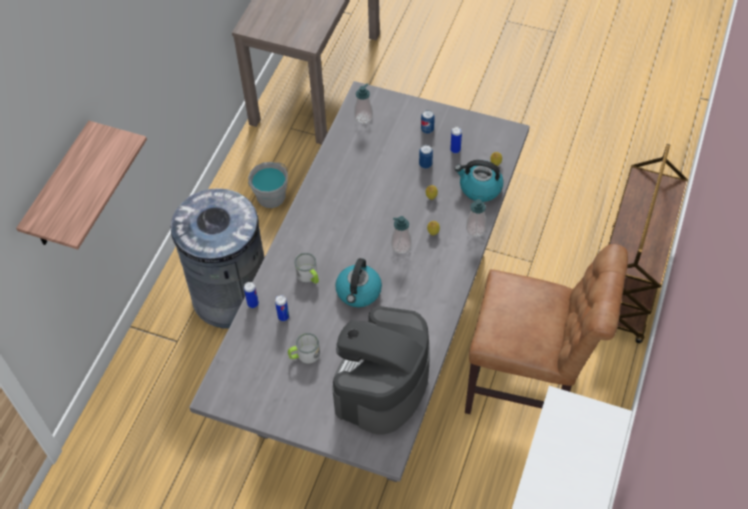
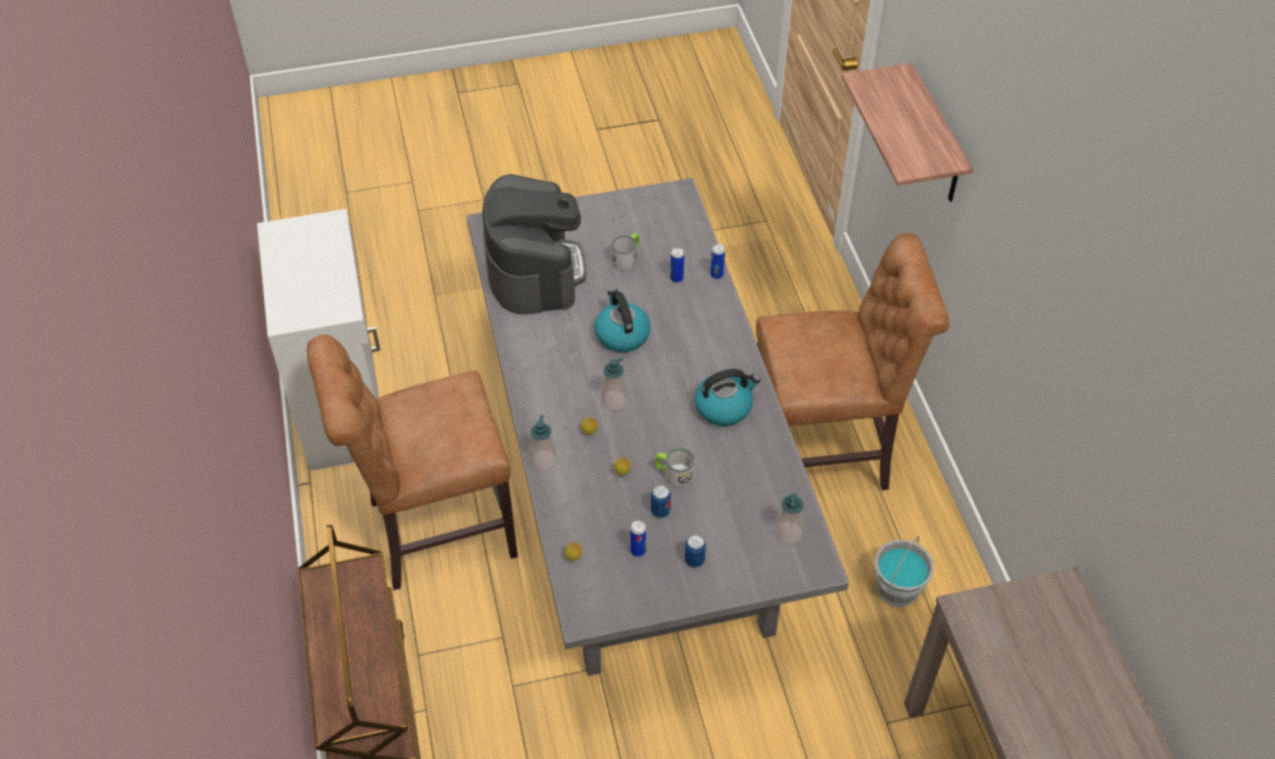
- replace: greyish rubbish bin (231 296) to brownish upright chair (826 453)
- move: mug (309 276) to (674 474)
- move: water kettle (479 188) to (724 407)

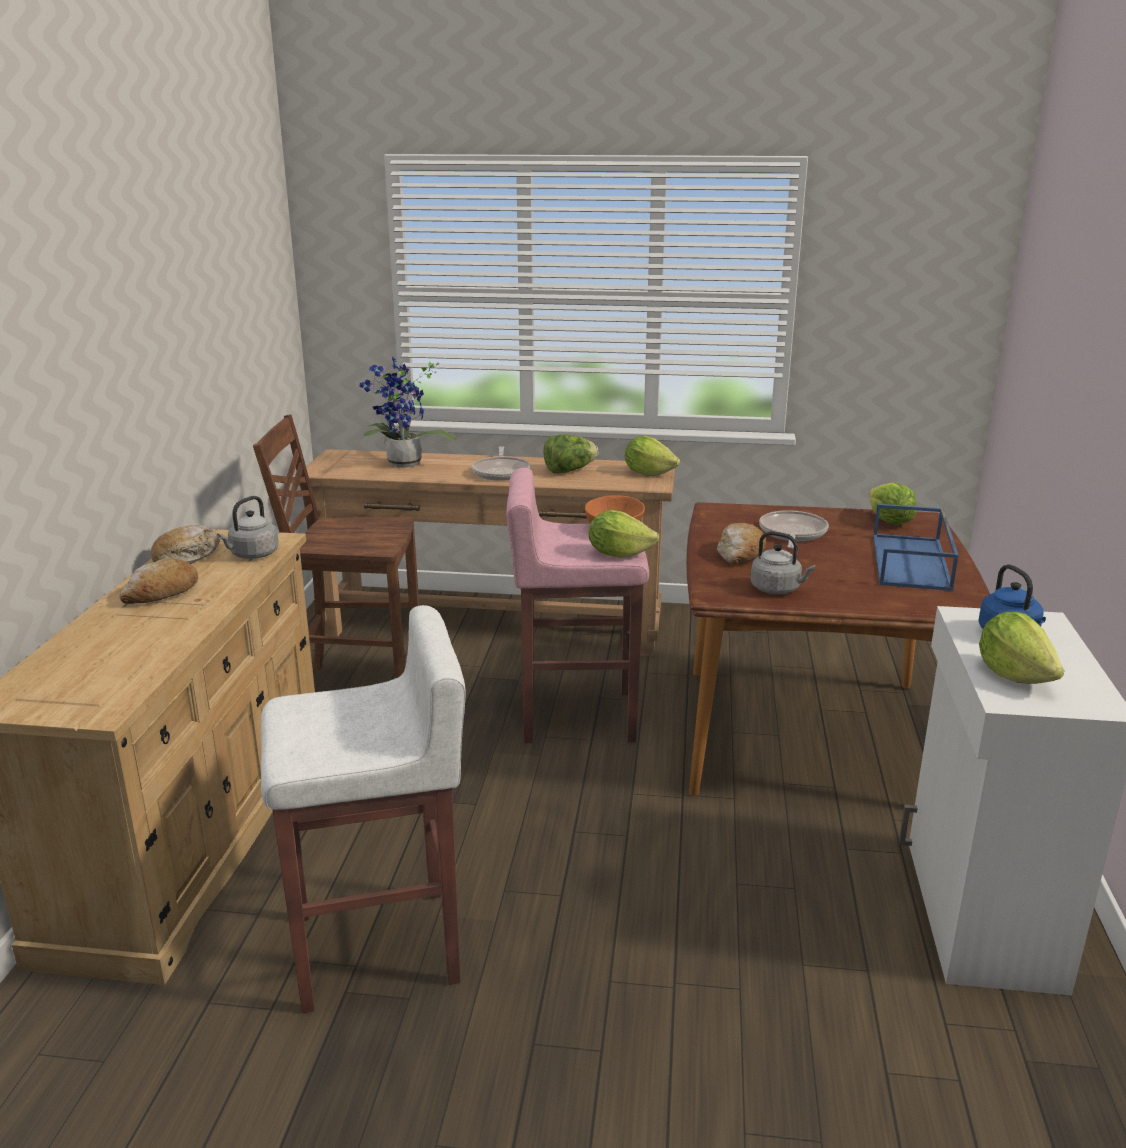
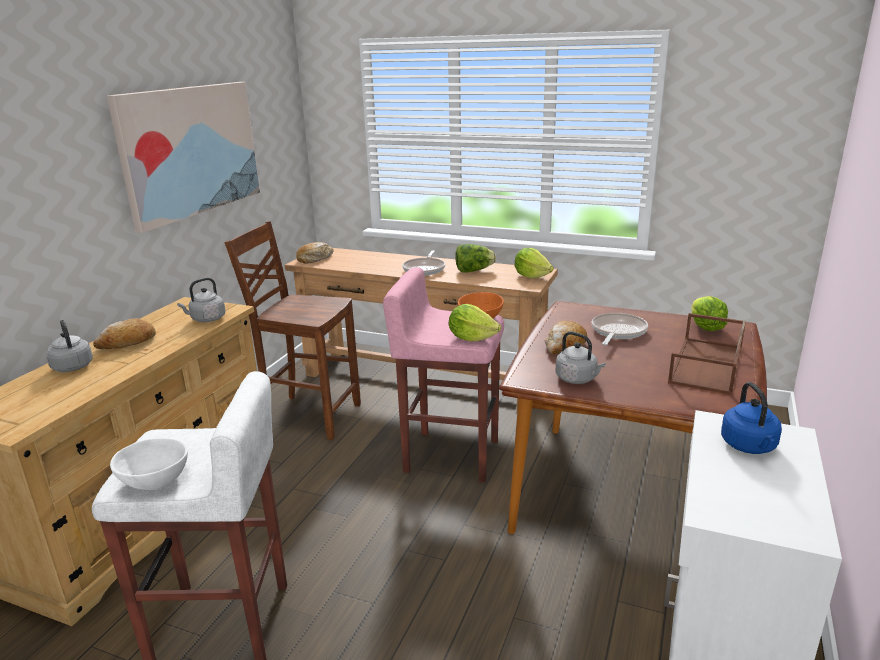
- move: bread (187 557) to (315 258)
- delete: plant in a pot (403 465)
- recolor: blue tray (912 562) to brownish tray (707 365)
- delete: lettuce (1014 675)
- insert: greyish water kettle (72 366)
- insert: wall art (190 151)
- insert: white bowl (154 480)

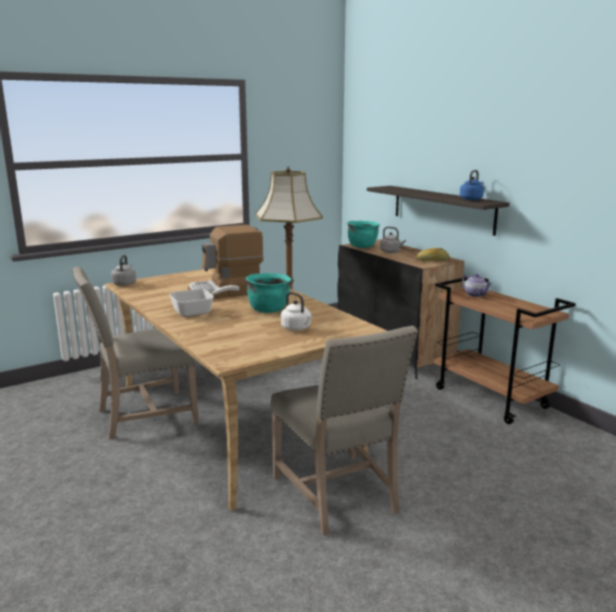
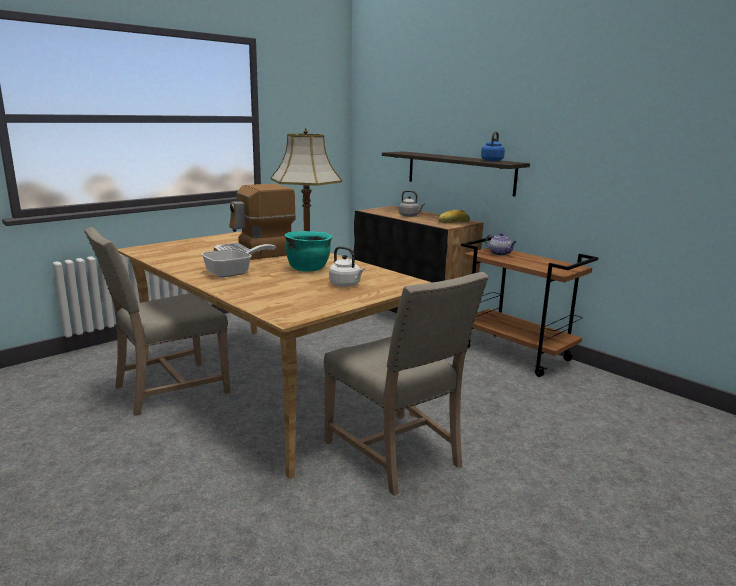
- delete: greyish water kettle (125 283)
- delete: turquoise cooking pot (362 246)

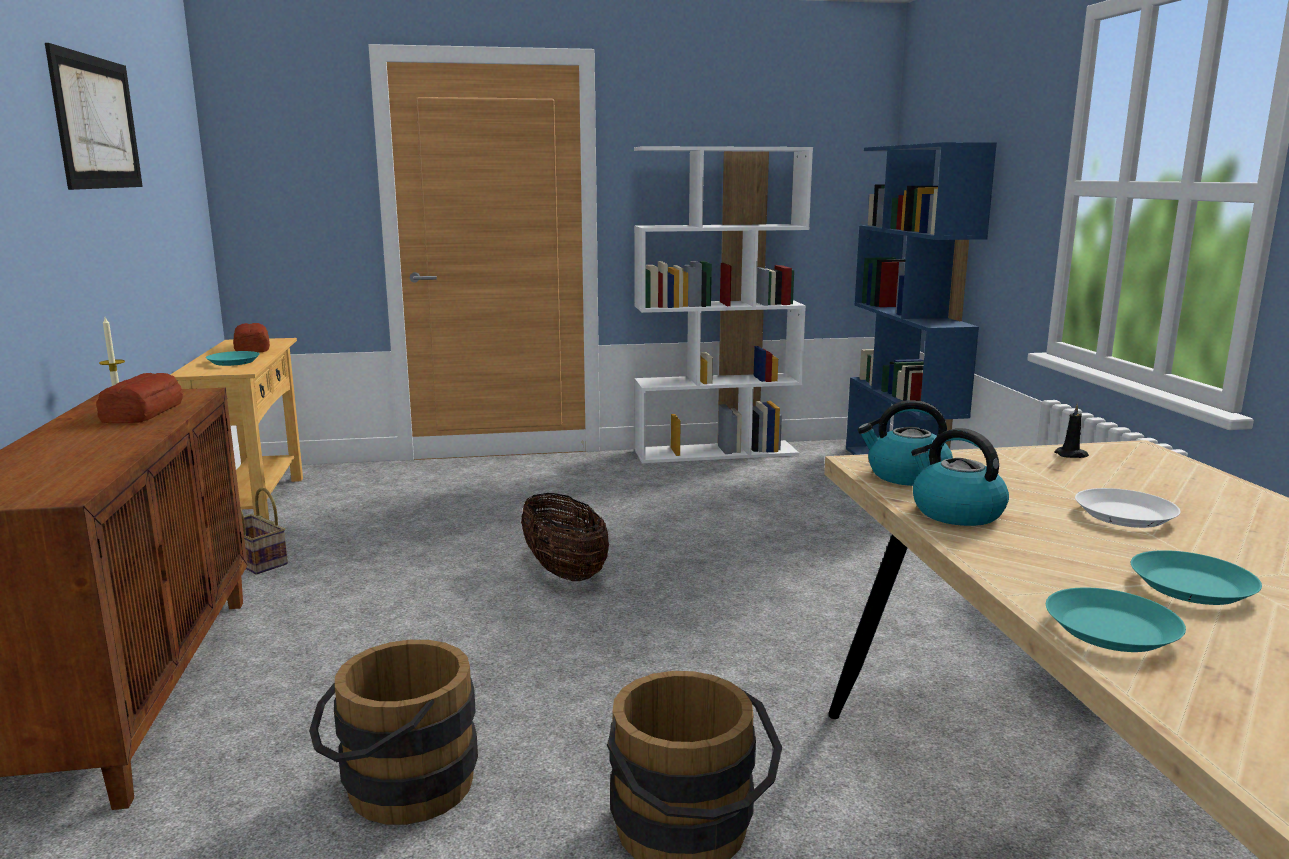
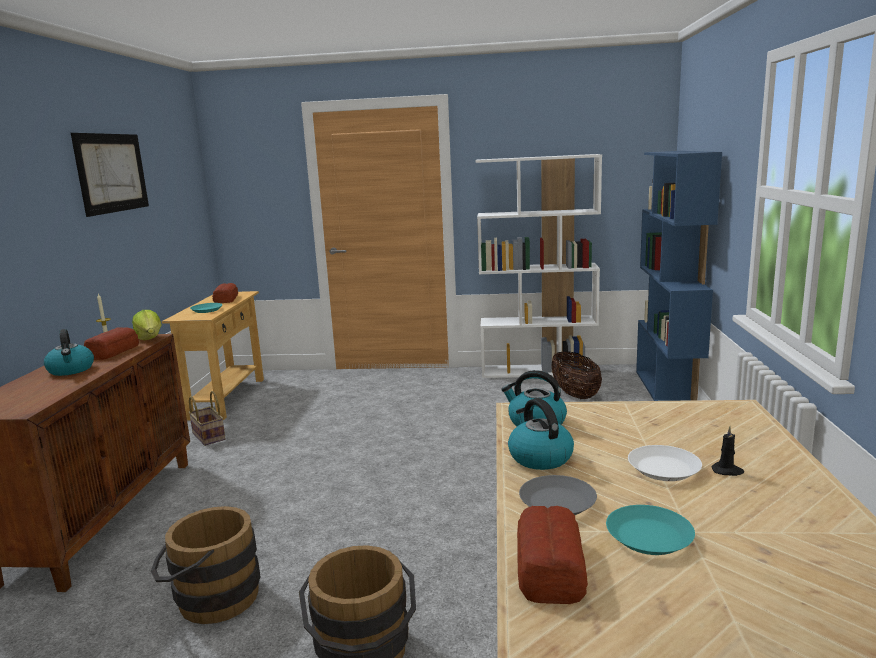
- move: storage basket (564 572) to (575 395)
- replace: turquoise plate (1111 630) to bread (549 568)
- move: blackish wax light (1072 455) to (727 471)
- insert: water kettle (71 370)
- insert: lettuce (149 338)
- insert: greyish plate (556 503)

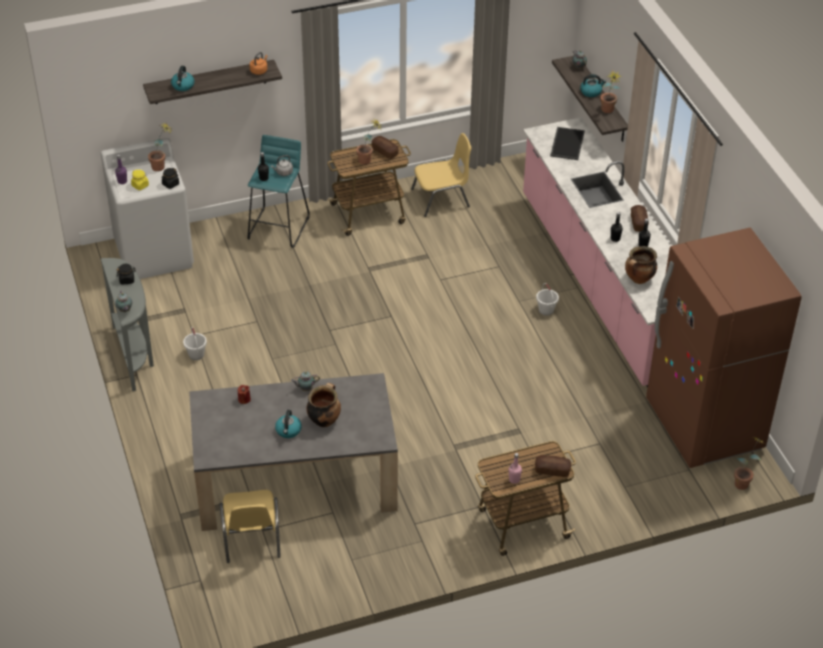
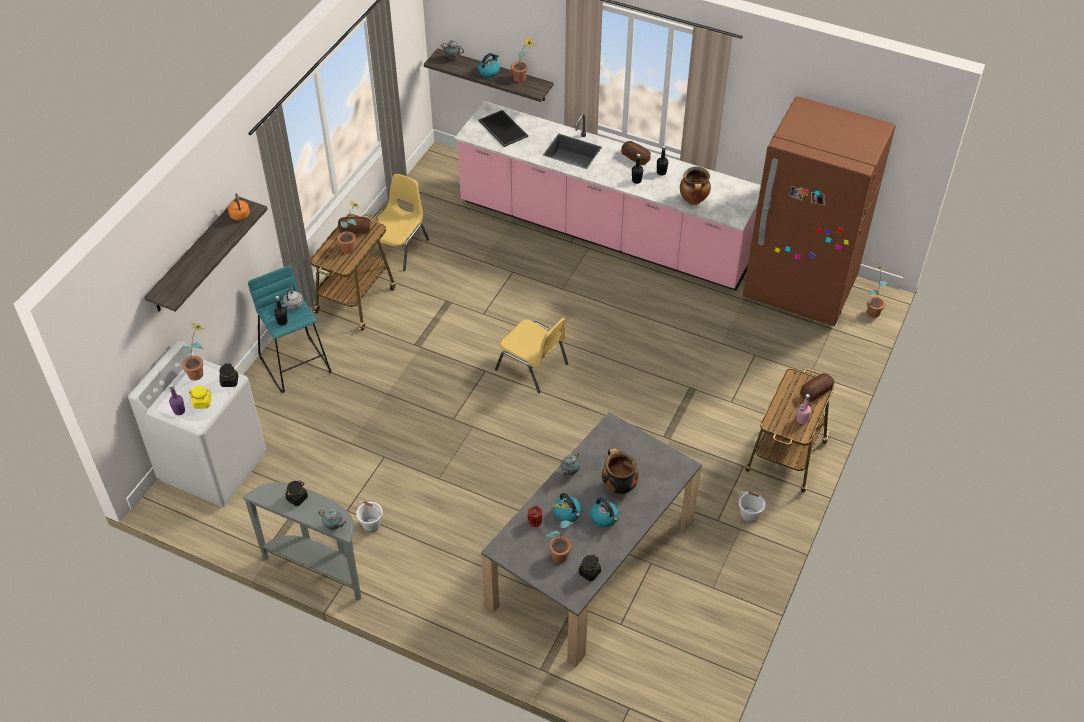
- move: water kettle (183 86) to (568 513)
- move: yellowish upright chair (251 538) to (533 367)
- move: white pail (546 310) to (749 515)
- insert: plant in a pot (560 551)
- insert: blackish jar (589 573)

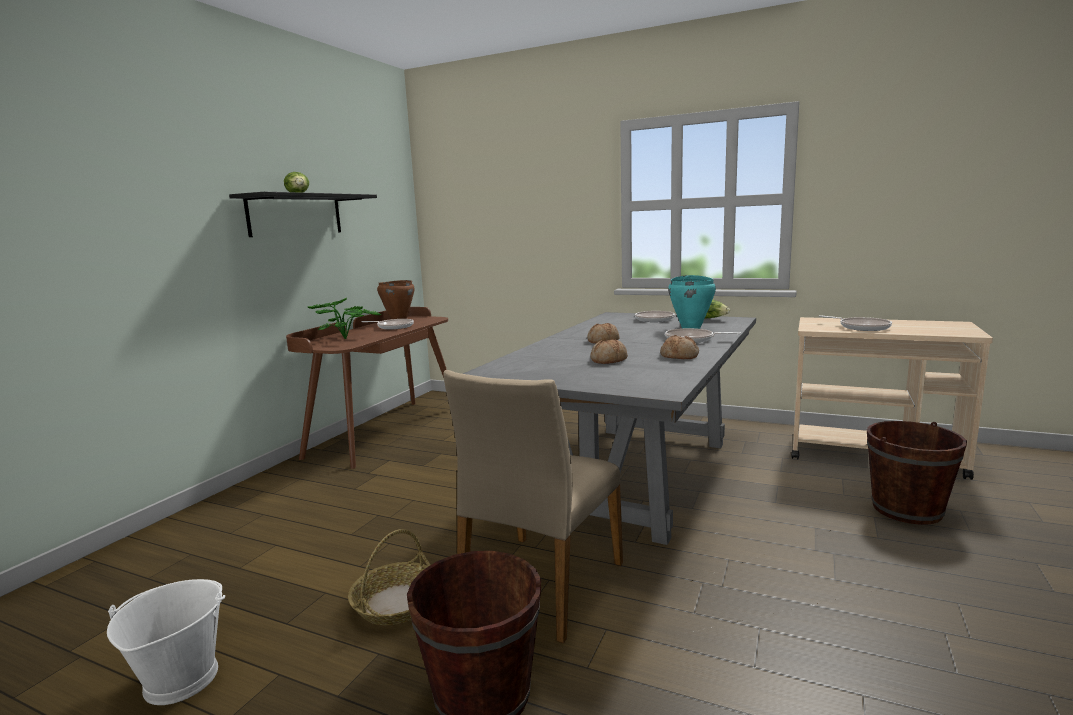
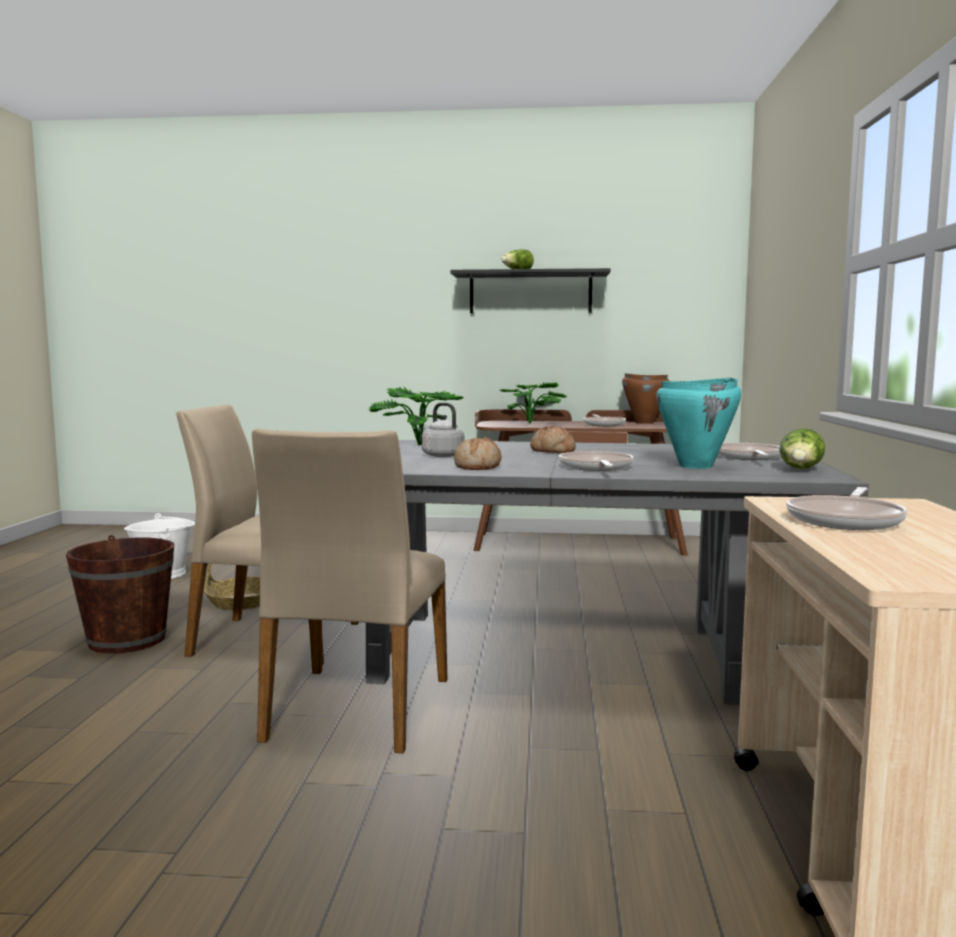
- replace: bread (609 360) to greyish water kettle (441 455)
- delete: brownish pail (907 509)
- insert: beige-coloured upright chair (356 708)
- insert: plant in a pot (415 445)

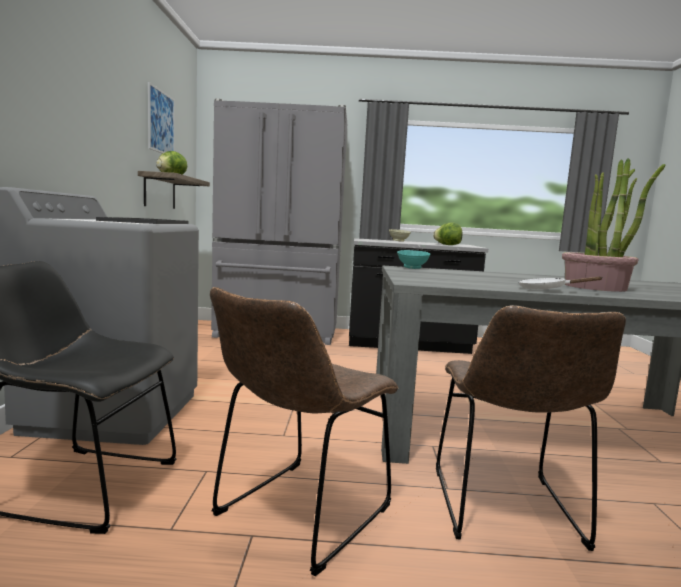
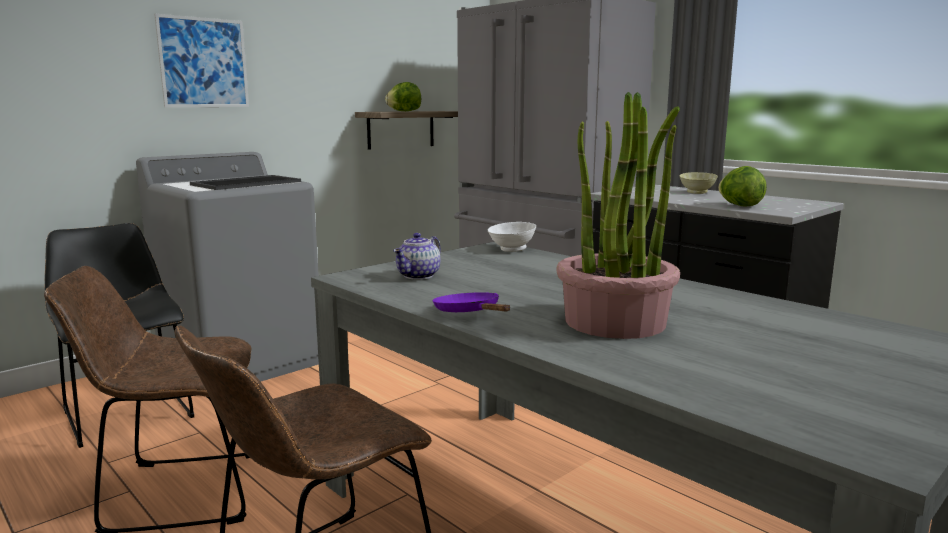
- move: wall art (161 122) to (203 63)
- recolor: turquoise bowl (412 268) to white bowl (511 249)
- recolor: white pan (546 290) to purple pan (470 313)
- insert: teapot (419 276)

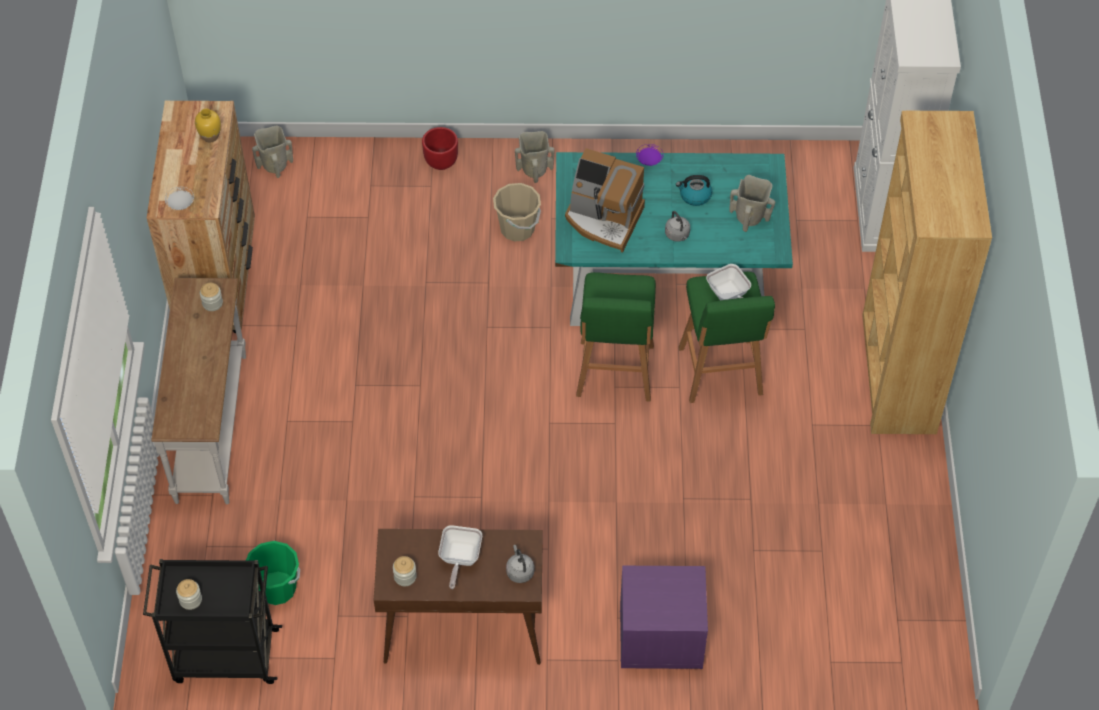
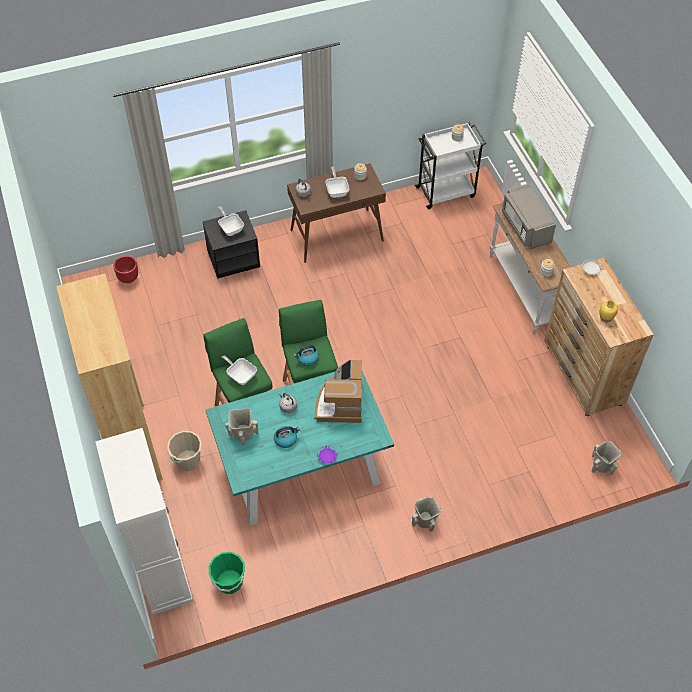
- recolor: blackish wheeled cart (224 656) to white wheeled cart (446 192)
- move: green-coloured pail (277 588) to (229 582)
- move: red planter (441 163) to (128 278)
- move: beige-coloured pail (517 229) to (188 460)
- rotate: coffee maker (604 219) = (340 403) 90 degrees counterclockwise
- recolor: purple bedside table (660 638) to blackish bedside table (233 258)
- insert: pan (230 228)
- insert: water kettle (307 359)
- insert: greyish kitchen microwave (525 227)

